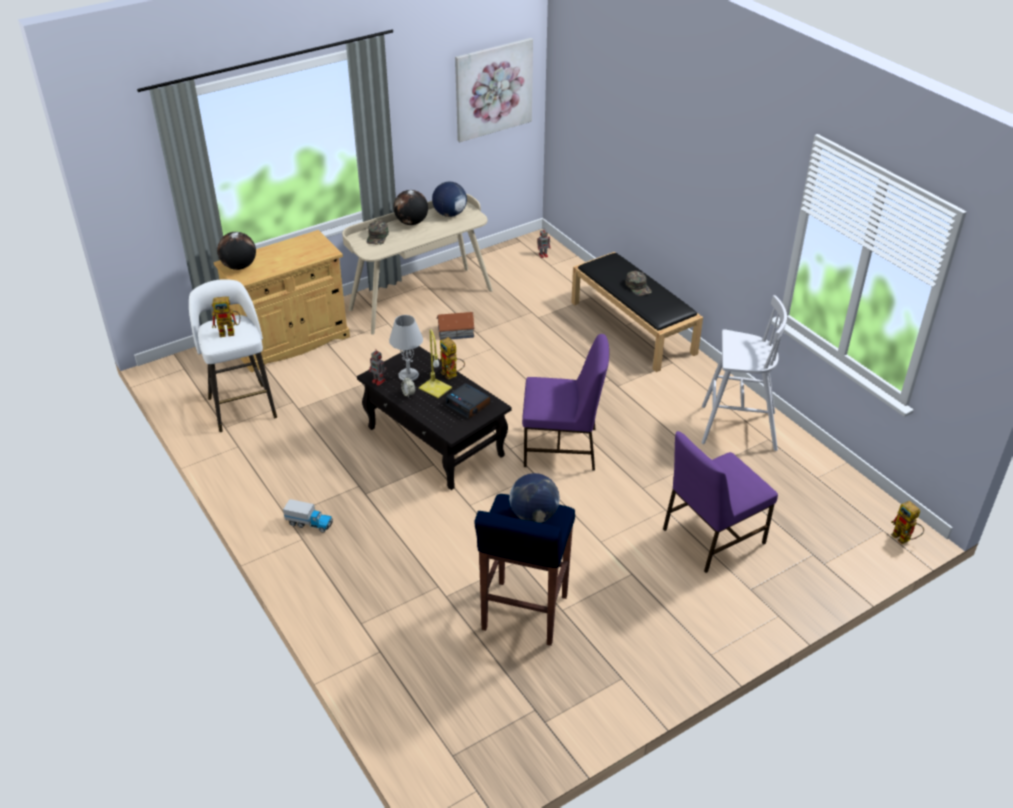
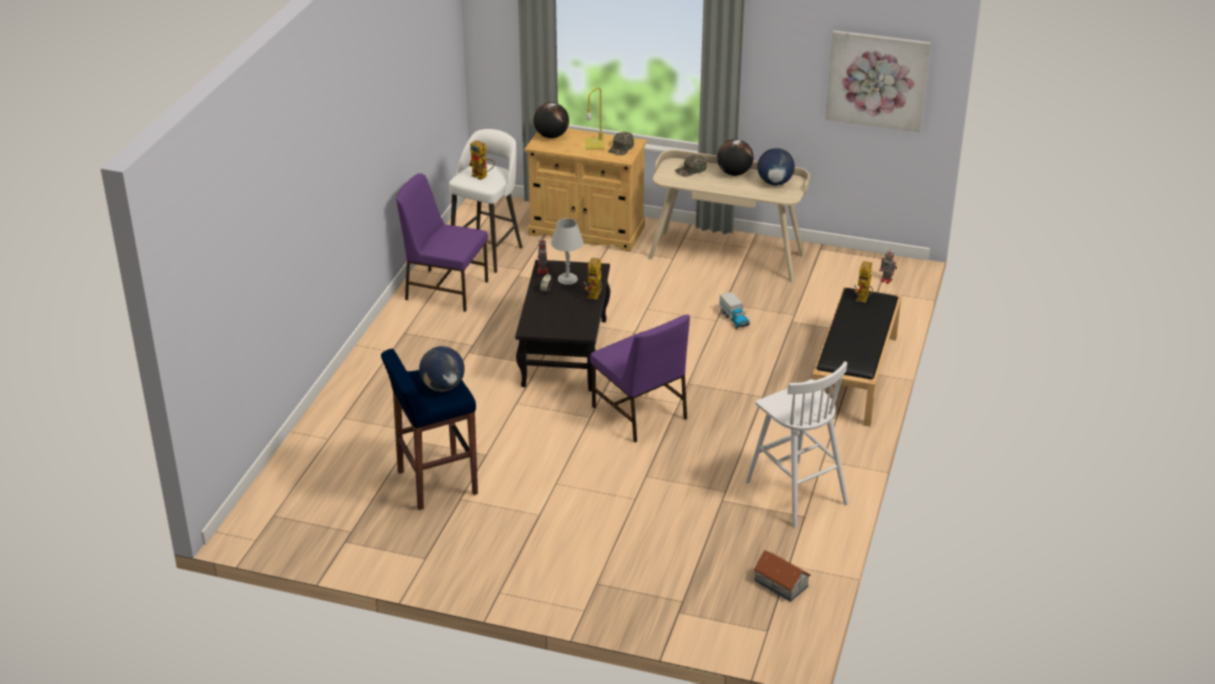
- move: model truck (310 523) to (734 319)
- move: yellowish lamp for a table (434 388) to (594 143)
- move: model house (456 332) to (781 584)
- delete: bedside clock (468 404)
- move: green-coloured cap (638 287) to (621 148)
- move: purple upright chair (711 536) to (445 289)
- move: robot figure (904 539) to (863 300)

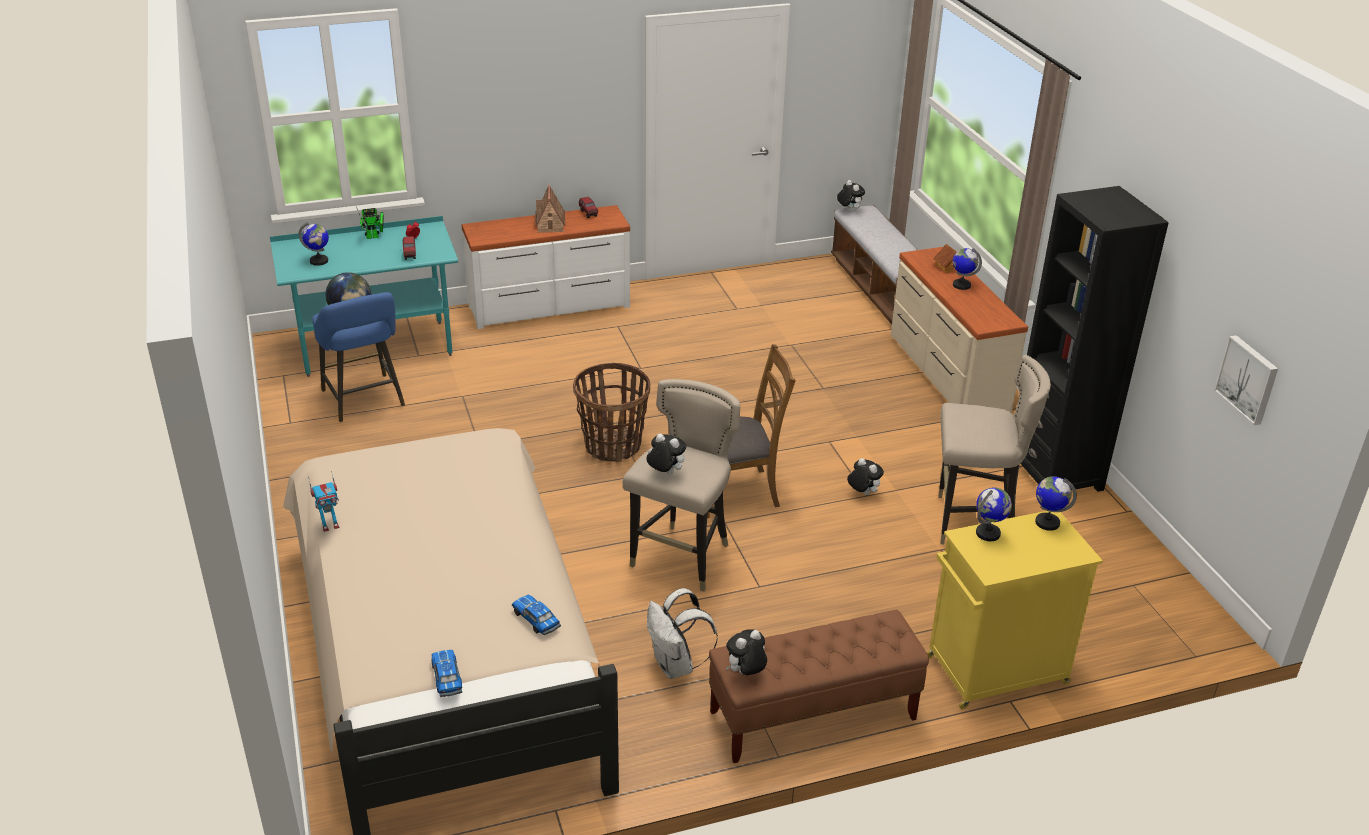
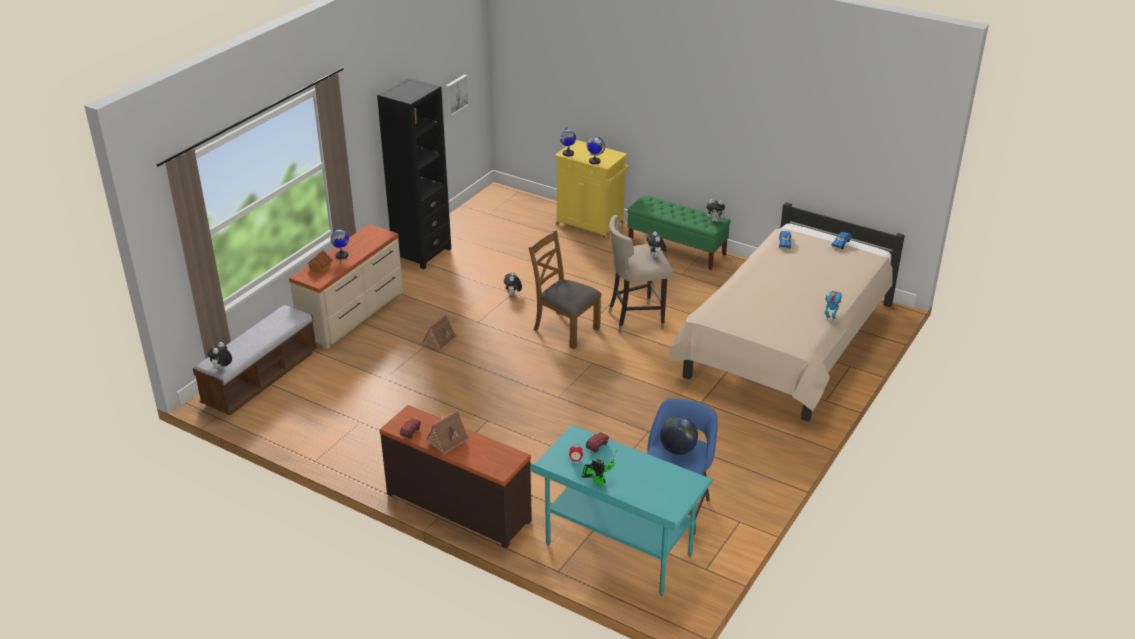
- delete: desk globe (319 261)
- recolor: white drawer chest (550 307) to brownish drawer chest (459 506)
- delete: storage basket (613 445)
- delete: white rucksack (676 666)
- recolor: brownish indoor bench (812 716) to green-coloured indoor bench (676 250)
- delete: beige-coloured stool seat (972 523)
- insert: model house (440 340)

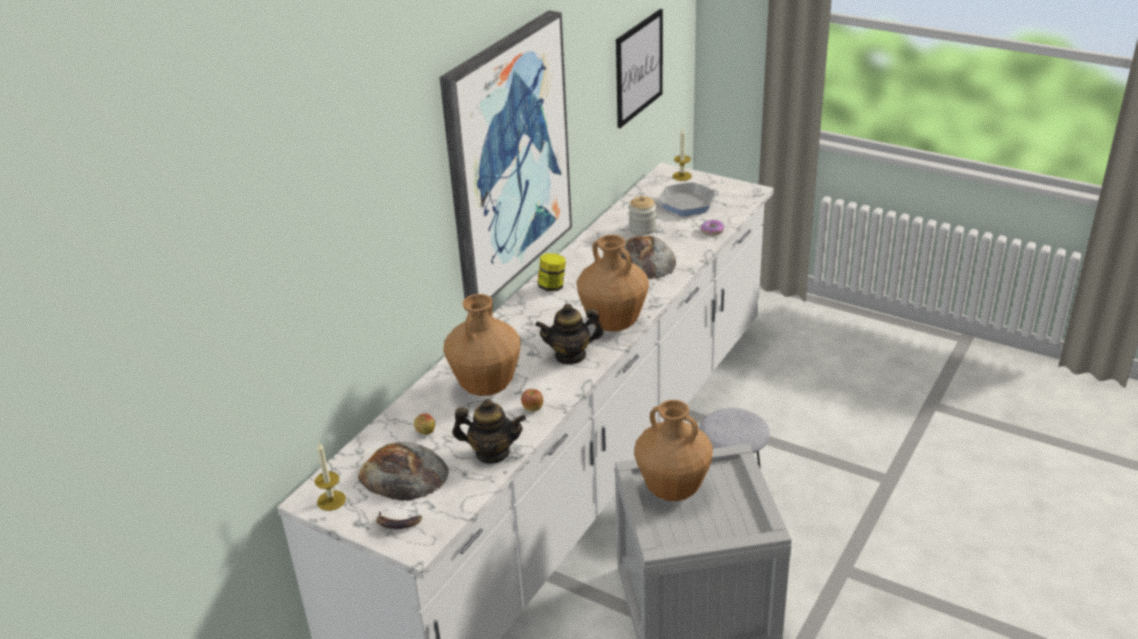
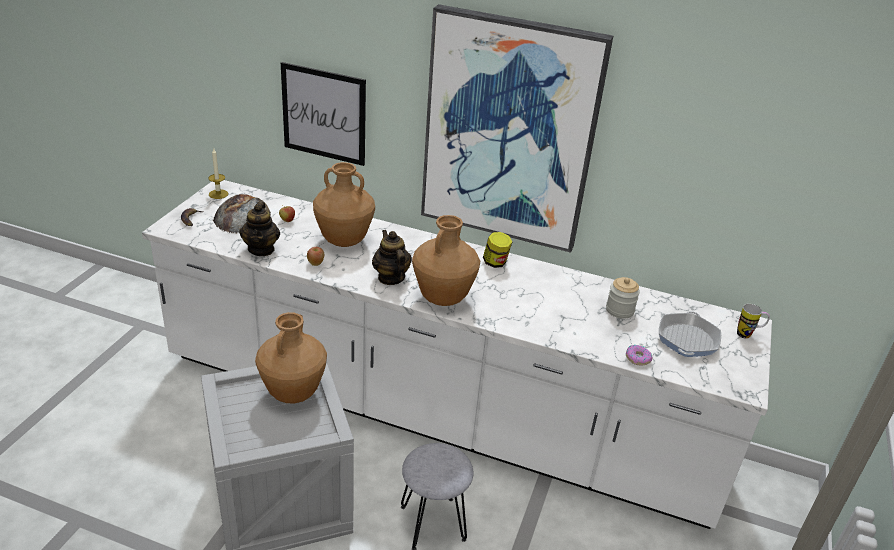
- move: wall art (639 67) to (324 114)
- delete: bread (645 260)
- rotate: pan (687 204) = (687 339) 135 degrees counterclockwise
- replace: wax light (682 176) to mug (748 335)

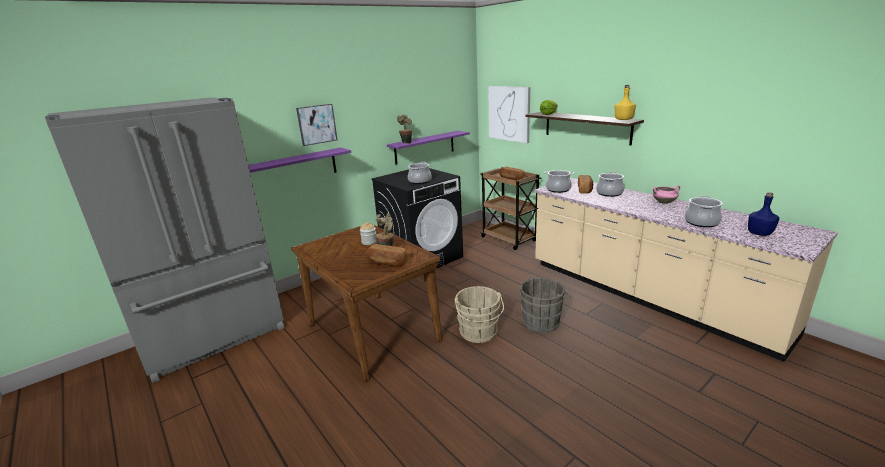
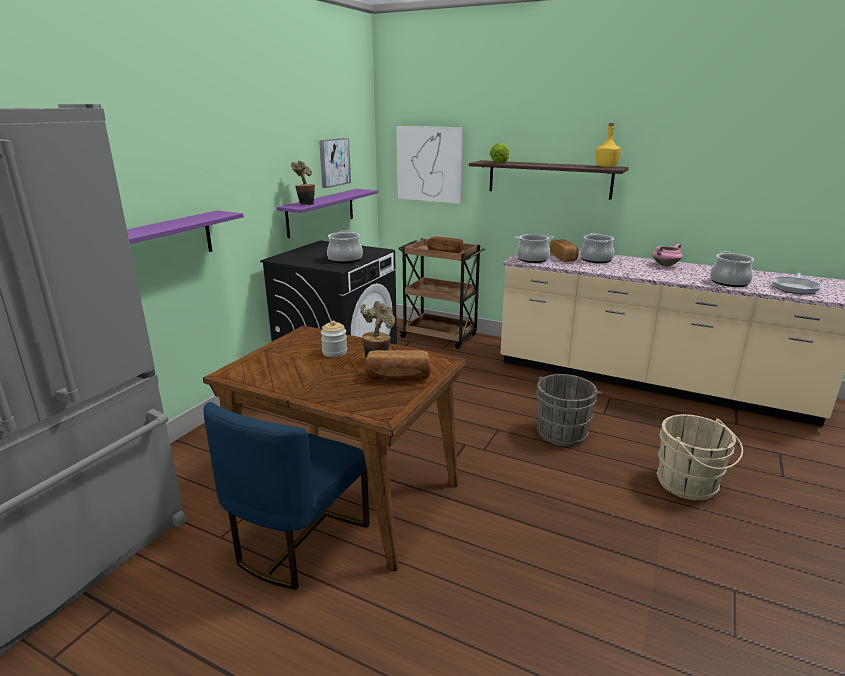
- move: wall art (316 124) to (333 162)
- move: beige-coloured pail (479 333) to (690 485)
- replace: blue drink bottle (760 233) to pan (795 288)
- insert: blue upright chair (298 542)

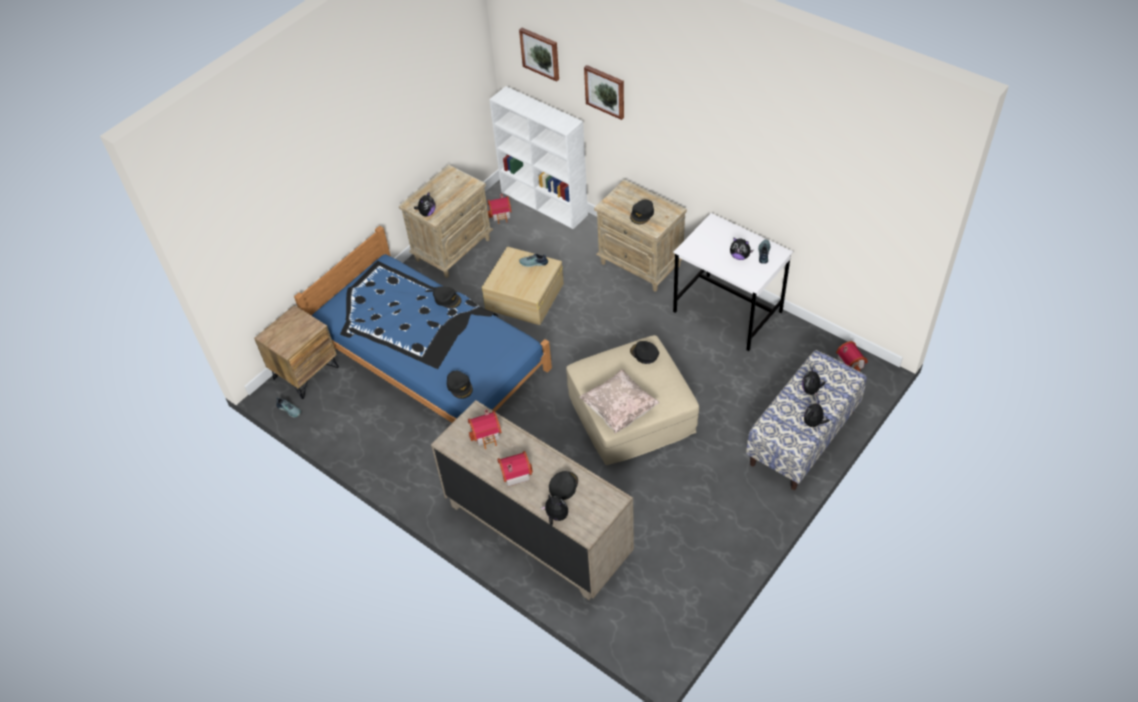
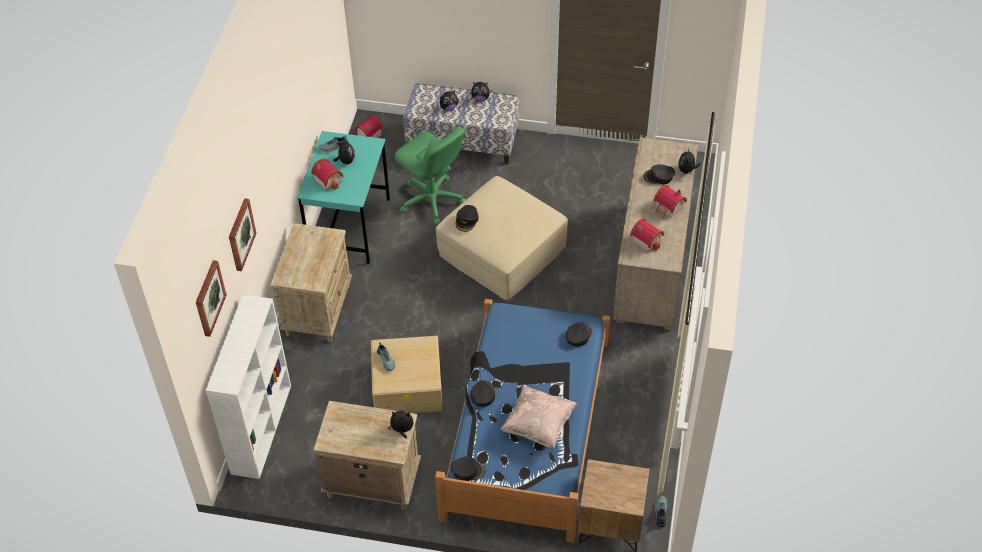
- move: model house (501 215) to (329 180)
- move: beige-coloured cushion (619 410) to (538 425)
- move: blackish cap (642 214) to (468 470)
- recolor: white desk unit (728 312) to turquoise desk unit (349 226)
- insert: green-coloured desk chair (431 200)

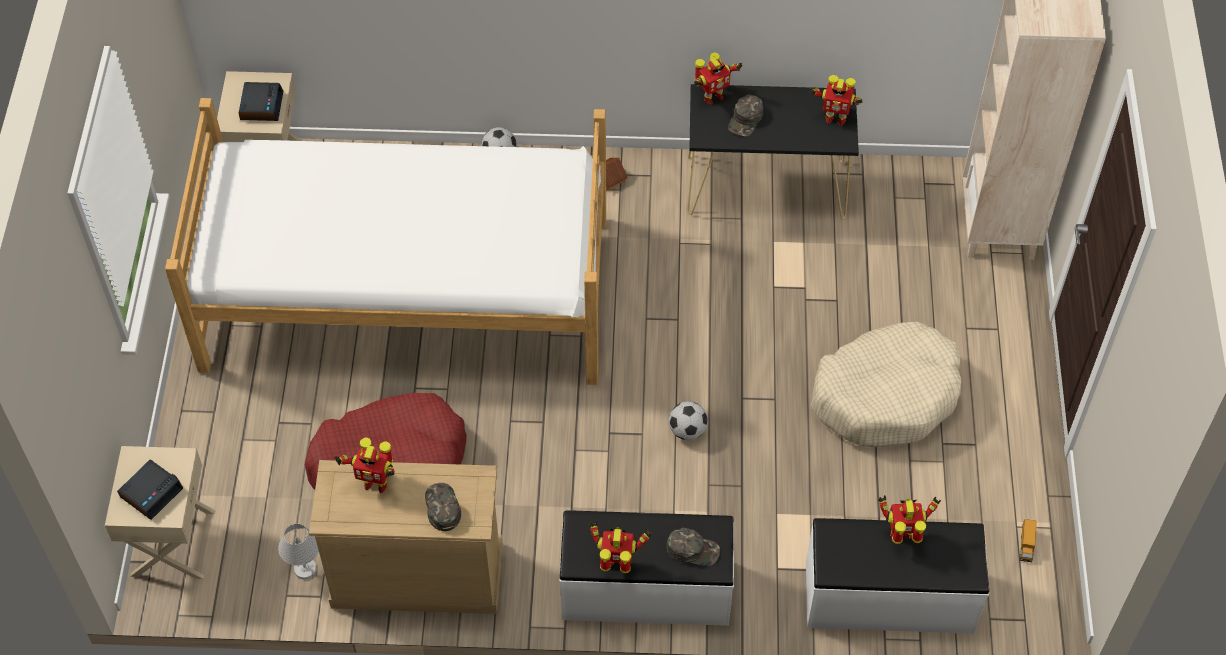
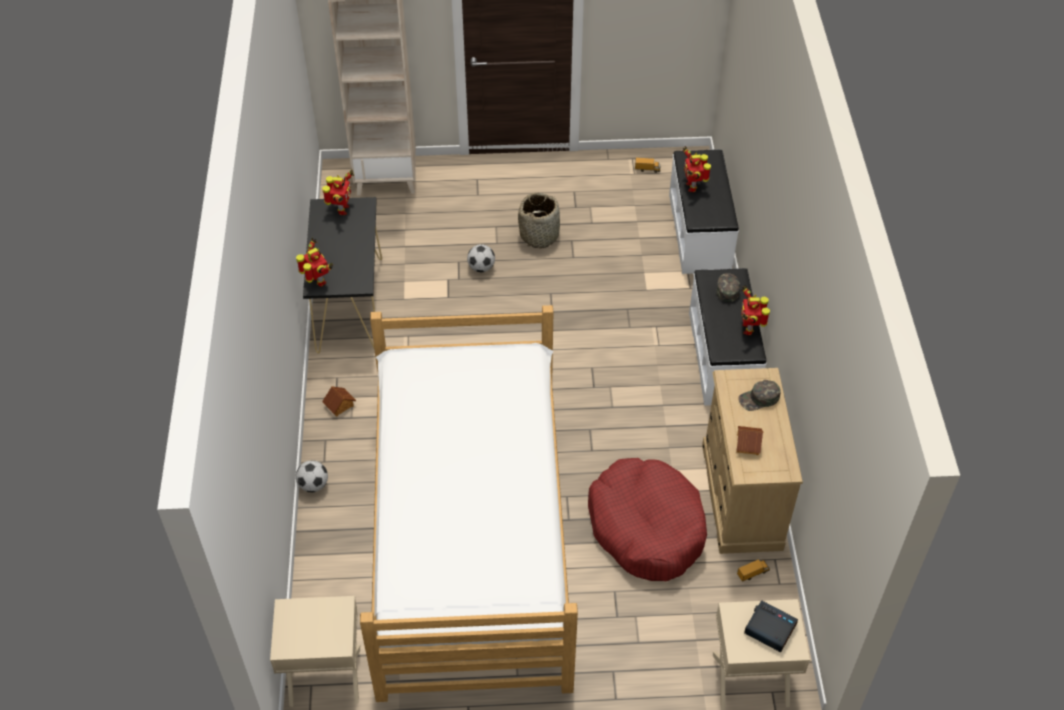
- delete: bedside clock (261 105)
- replace: white lamp for a table (305 568) to model truck (752 573)
- replace: robot figure (375 483) to model house (747 444)
- move: football ball (687 430) to (481 268)
- delete: green-coloured cap (746 119)
- replace: beige-coloured dog bed (886 395) to storage basket (539 235)

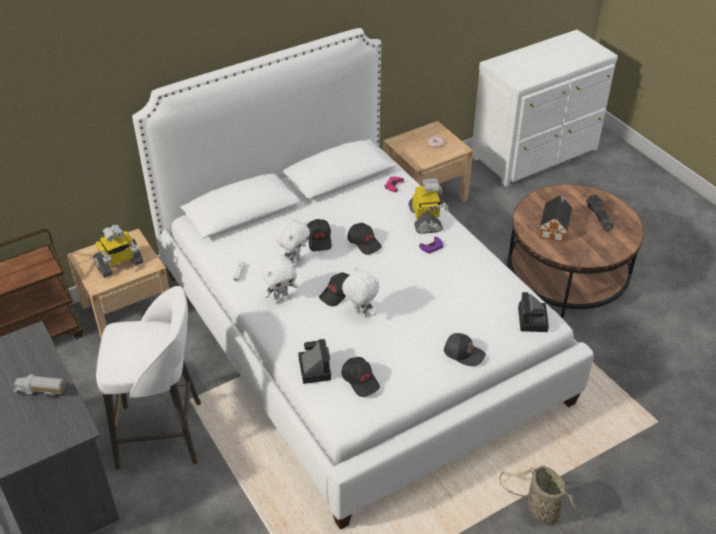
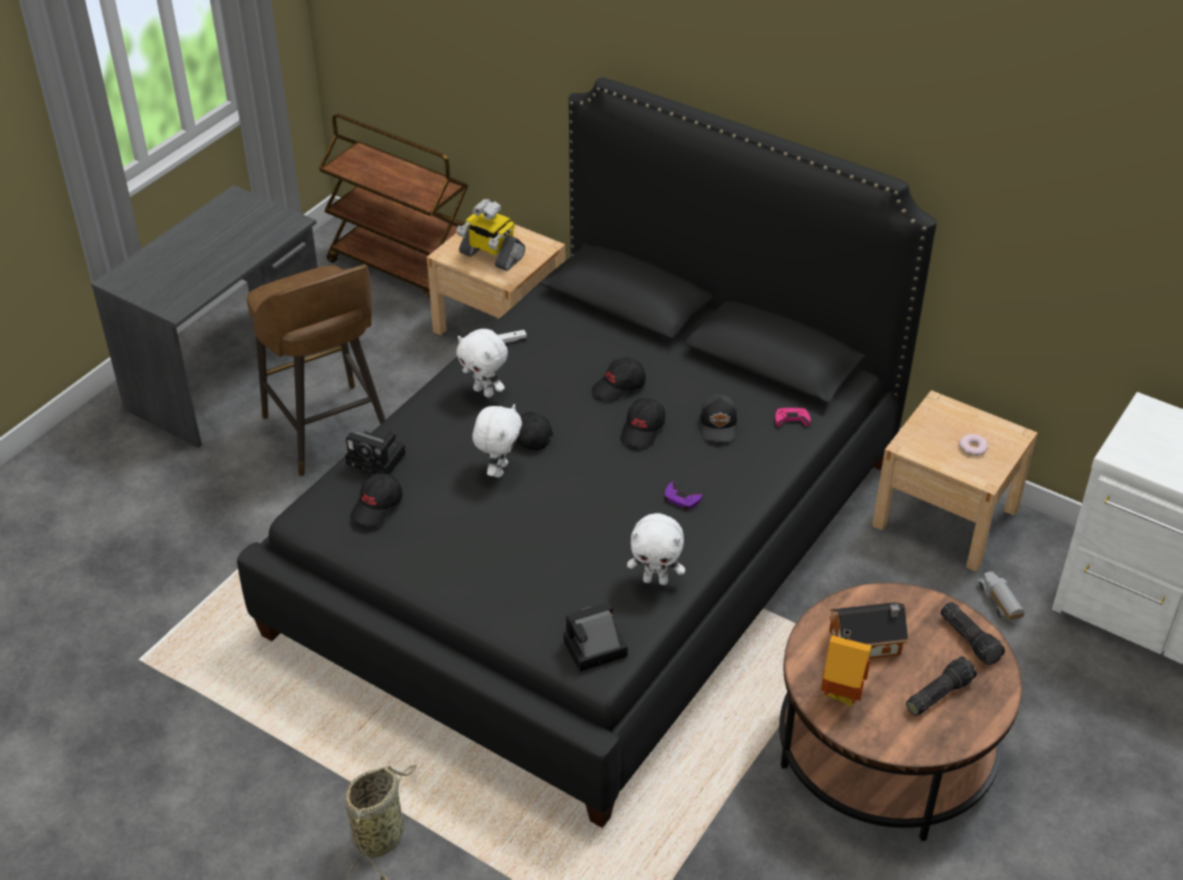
- move: model truck (41 392) to (998 604)
- recolor: white stool seat (163 434) to brownish stool seat (328 432)
- recolor: white sleeping bed (356 335) to blackish sleeping bed (590 542)
- move: white plush toy (294 261) to (656 580)
- rotate: still camera (314 367) = (378 459) 60 degrees clockwise
- delete: robot figure (426 220)
- move: blackish cap (464 353) to (719 425)
- insert: model house (841 694)
- insert: flashlight (970 639)

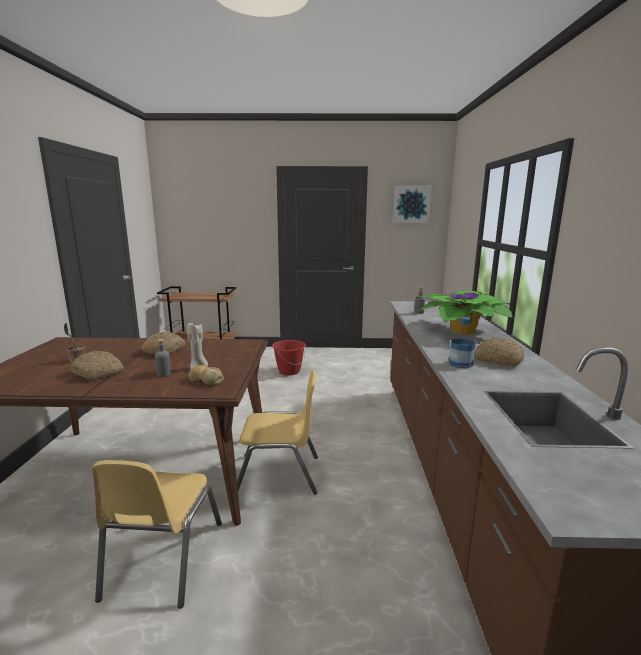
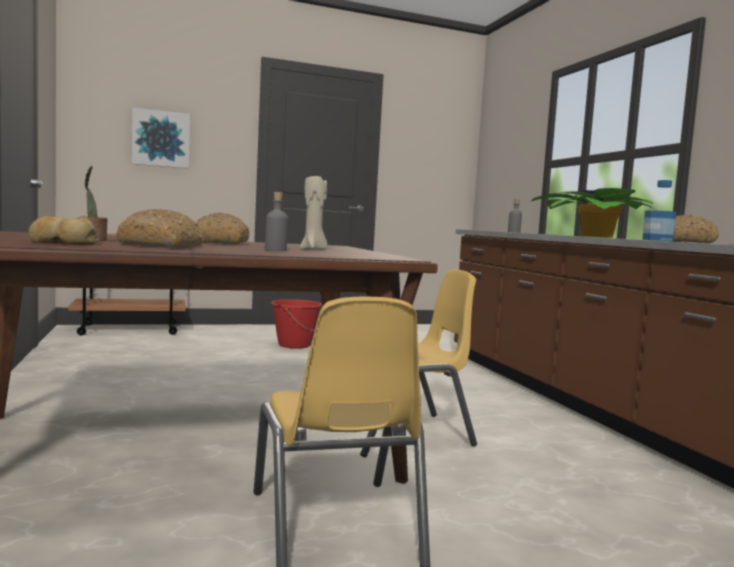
- move: bread (206 380) to (63 243)
- move: wall art (411 204) to (161 139)

